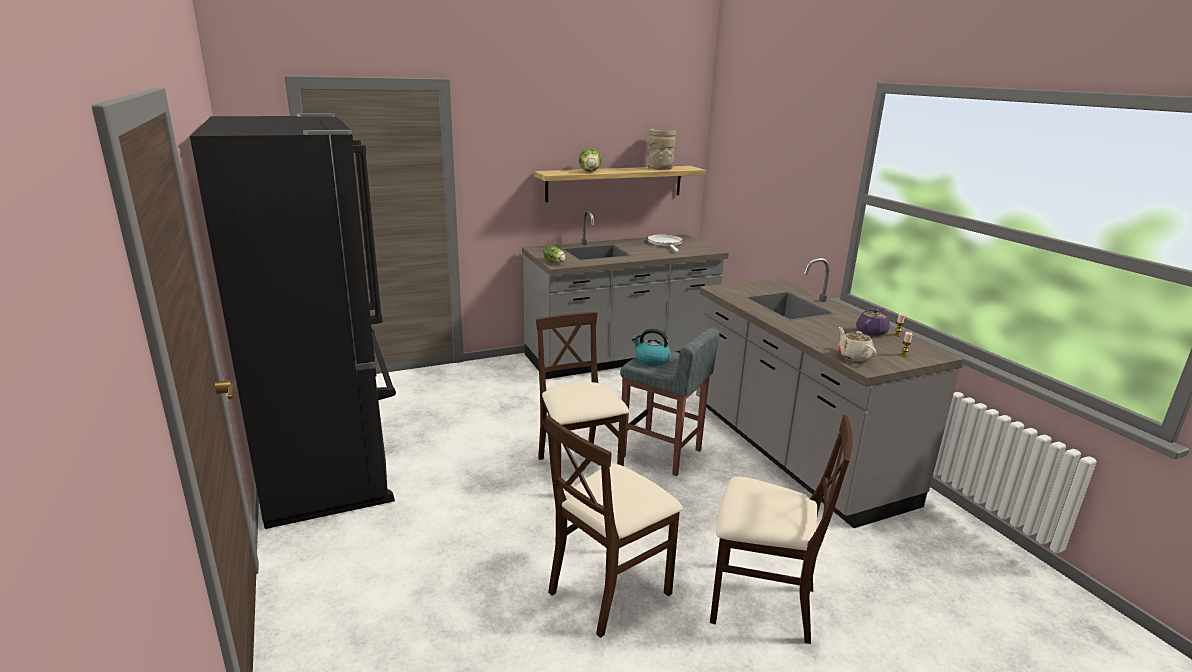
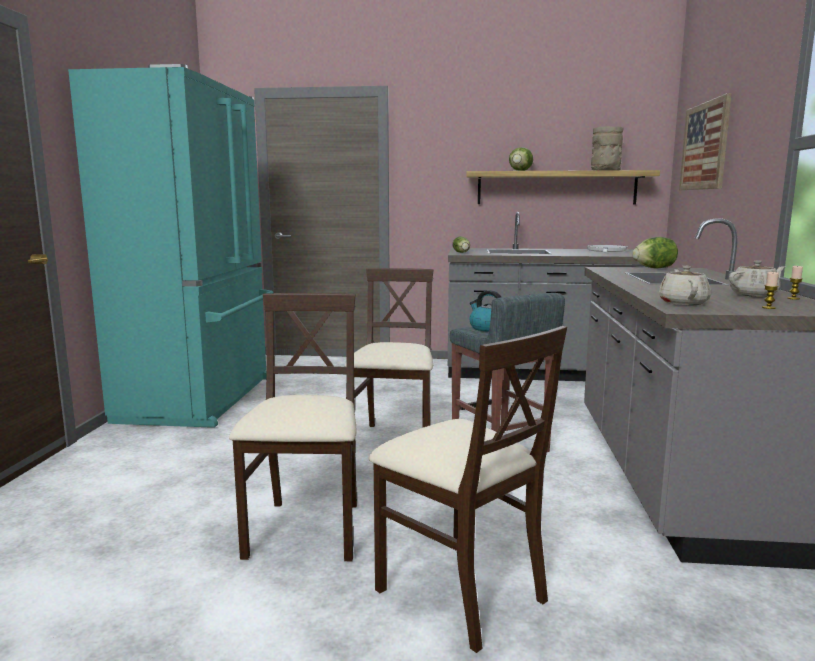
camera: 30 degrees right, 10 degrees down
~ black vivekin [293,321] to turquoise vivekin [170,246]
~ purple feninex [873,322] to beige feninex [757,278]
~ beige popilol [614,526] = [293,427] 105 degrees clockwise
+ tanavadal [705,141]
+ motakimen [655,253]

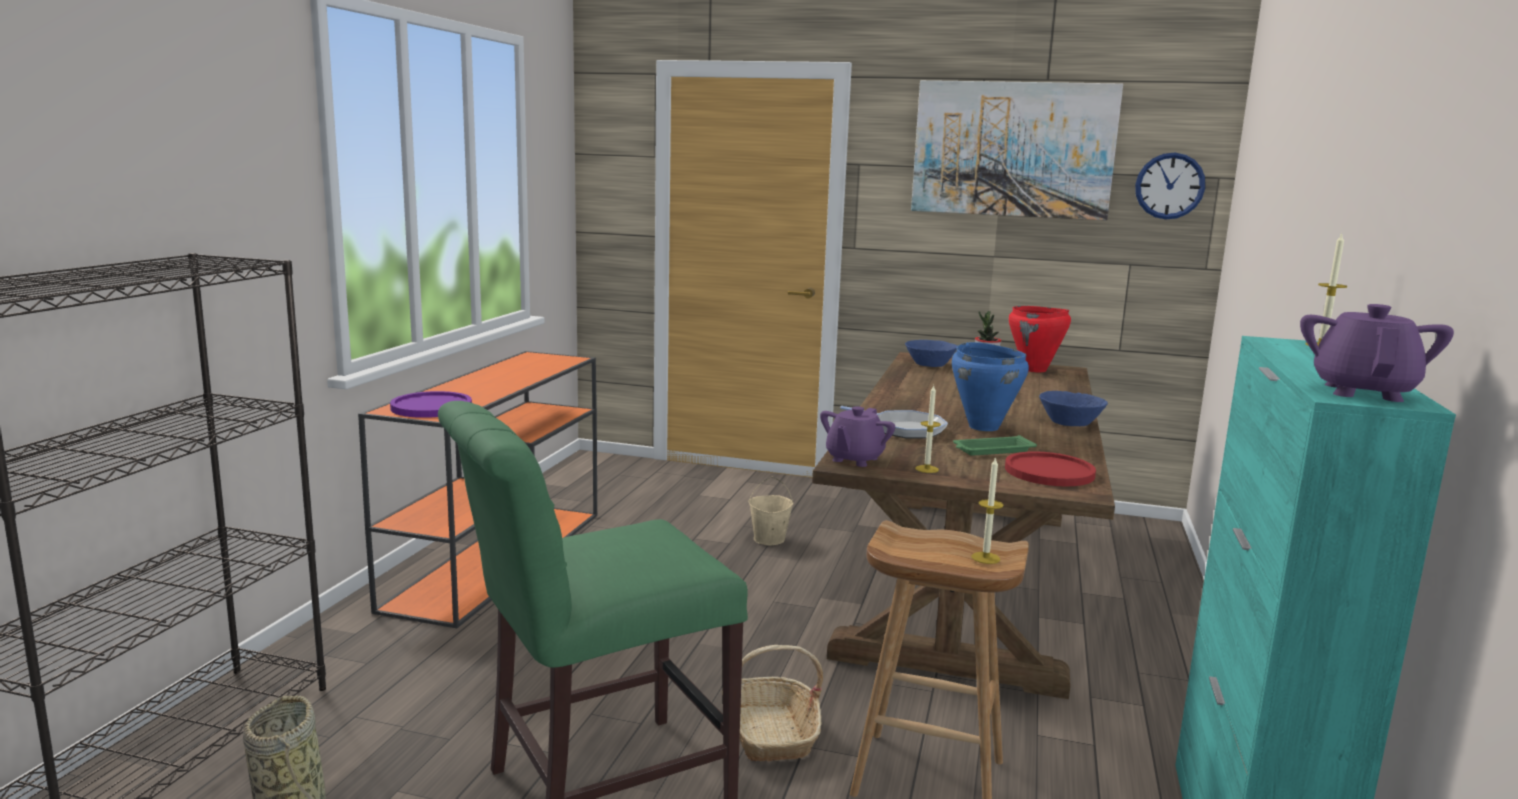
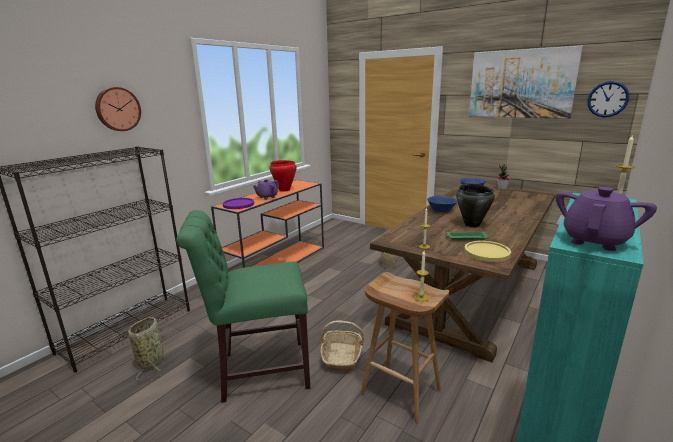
camera: 20 degrees right, 5 degrees up
~ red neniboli [1040,339] to [283,176]
~ blue neniboli [990,386] to black neniboli [475,205]
~ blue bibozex [1073,408] to [442,204]
~ purple feninex [857,436] to [266,189]
- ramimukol [894,422]
~ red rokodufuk [1050,468] to yellow rokodufuk [487,251]
+ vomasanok [118,109]

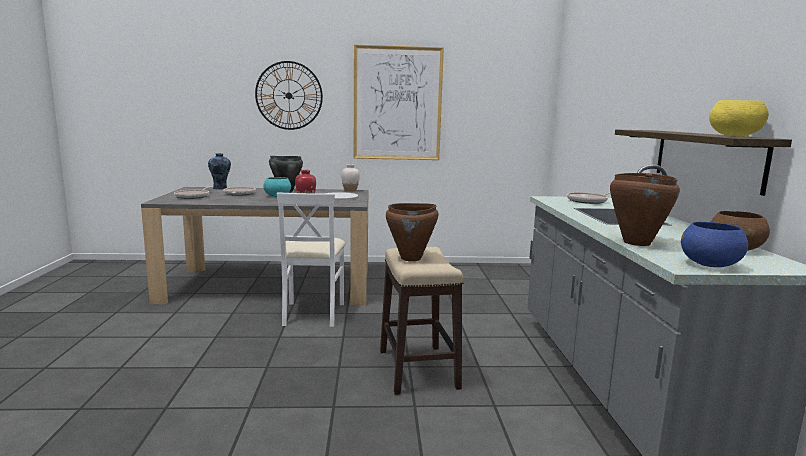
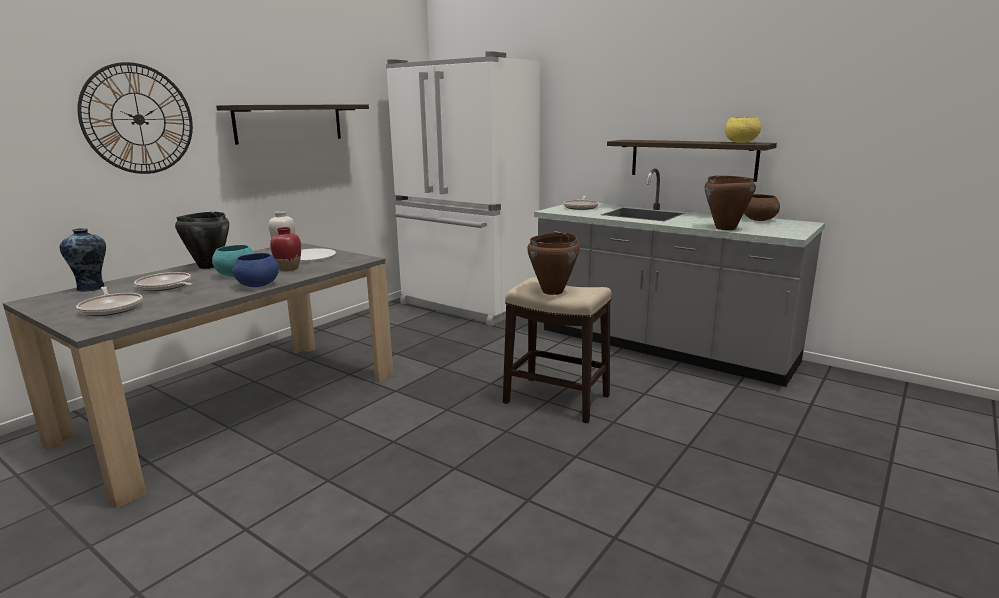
camera: 50 degrees left, 5 degrees up
~ tanavadal [399,102] to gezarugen [292,124]
- white popilol [311,259]
~ blue bibozex [714,244] to [256,270]
+ white vivekin [463,188]

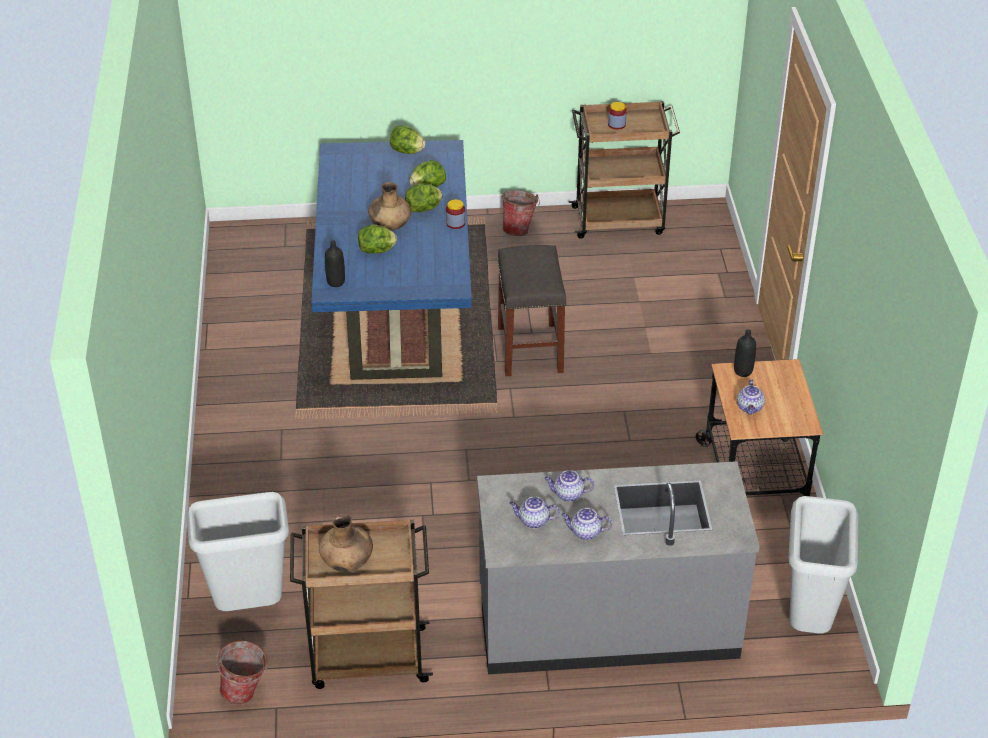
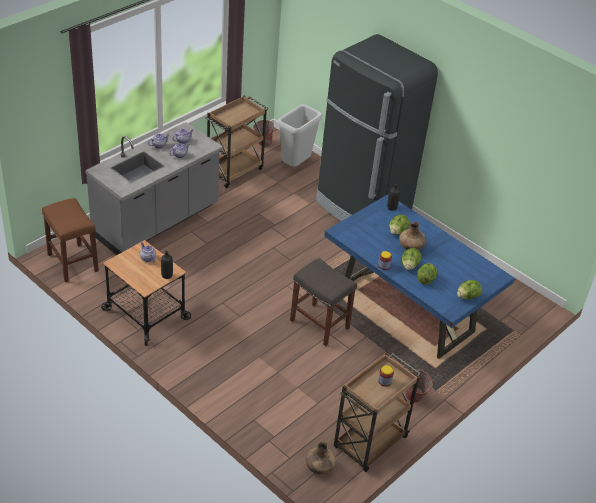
camera: 135 degrees right, 0 degrees up
~ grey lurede [823,565] to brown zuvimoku [70,240]
~ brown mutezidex [346,543] to [321,458]
+ black vivekin [377,127]

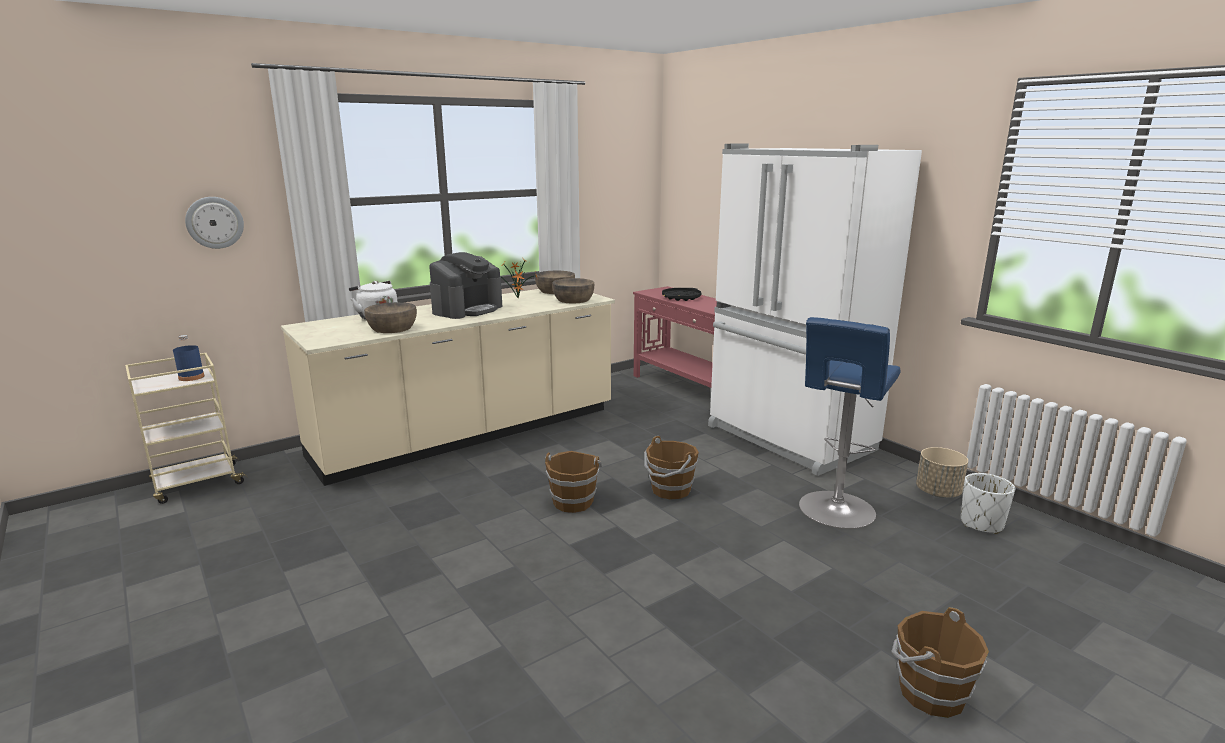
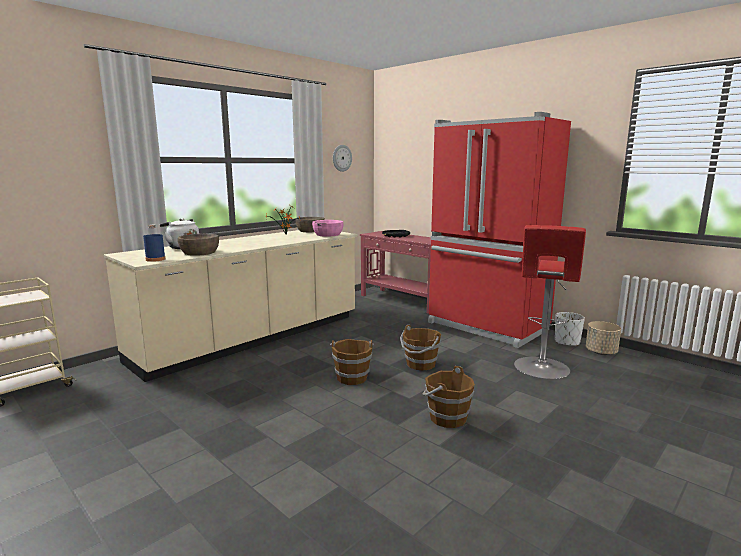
camera: 10 degrees left, 5 degrees down
~ white vivekin [815,310] to red vivekin [499,230]
~ vomasanok [214,223] to [342,158]
- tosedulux [465,285]
~ brown bibozex [573,290] to pink bibozex [327,228]
~ blue zuvimoku [849,423] to red zuvimoku [550,302]
~ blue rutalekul [189,358] to [154,243]
~ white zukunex [988,503] to [570,329]
~ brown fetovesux [940,662] to [449,397]

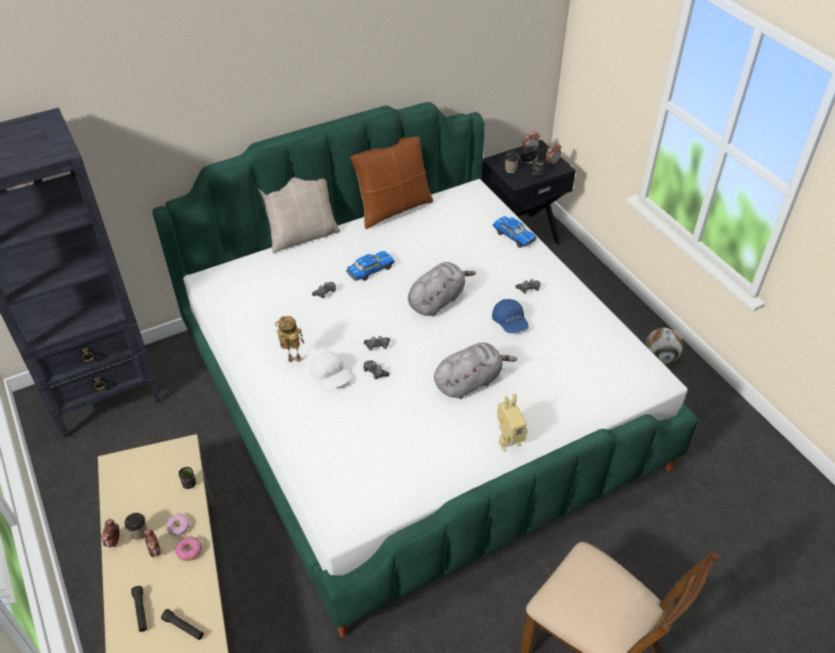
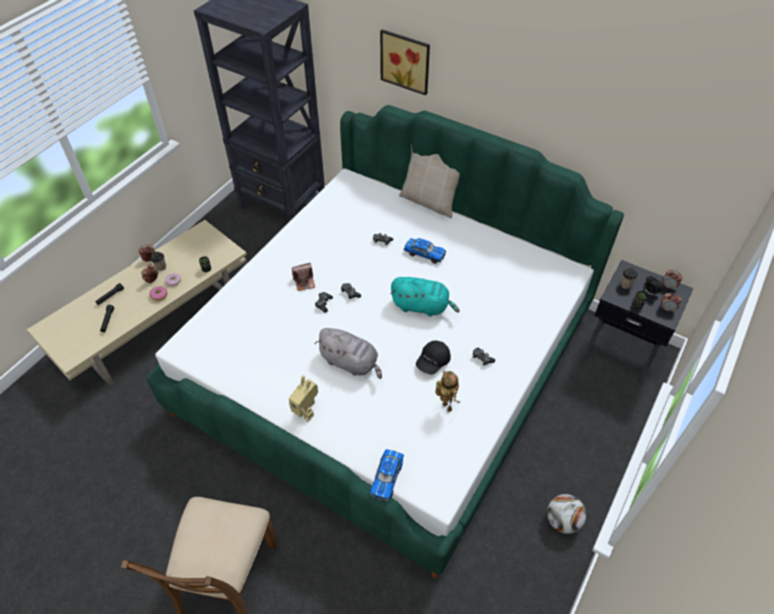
camera: 60 degrees right, 5 degrees up
- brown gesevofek [391,183]
~ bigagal [515,232] to [387,475]
~ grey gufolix [442,289] to turquoise gufolix [425,297]
~ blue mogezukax [510,316] to black mogezukax [433,357]
~ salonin [289,339] to [448,391]
~ white mogezukax [330,370] to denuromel [303,277]
+ tanavadal [405,62]

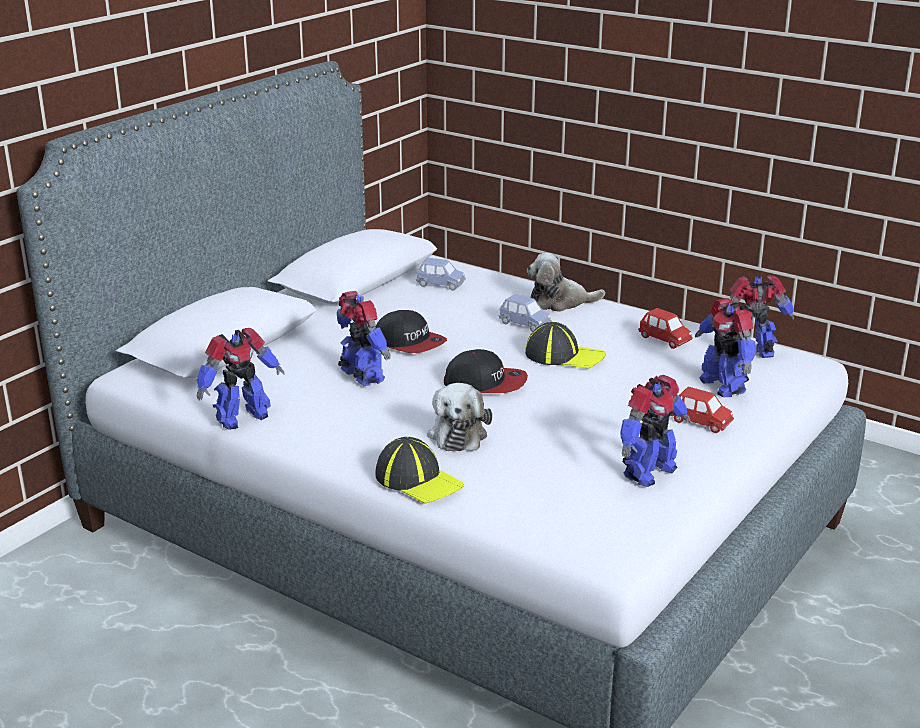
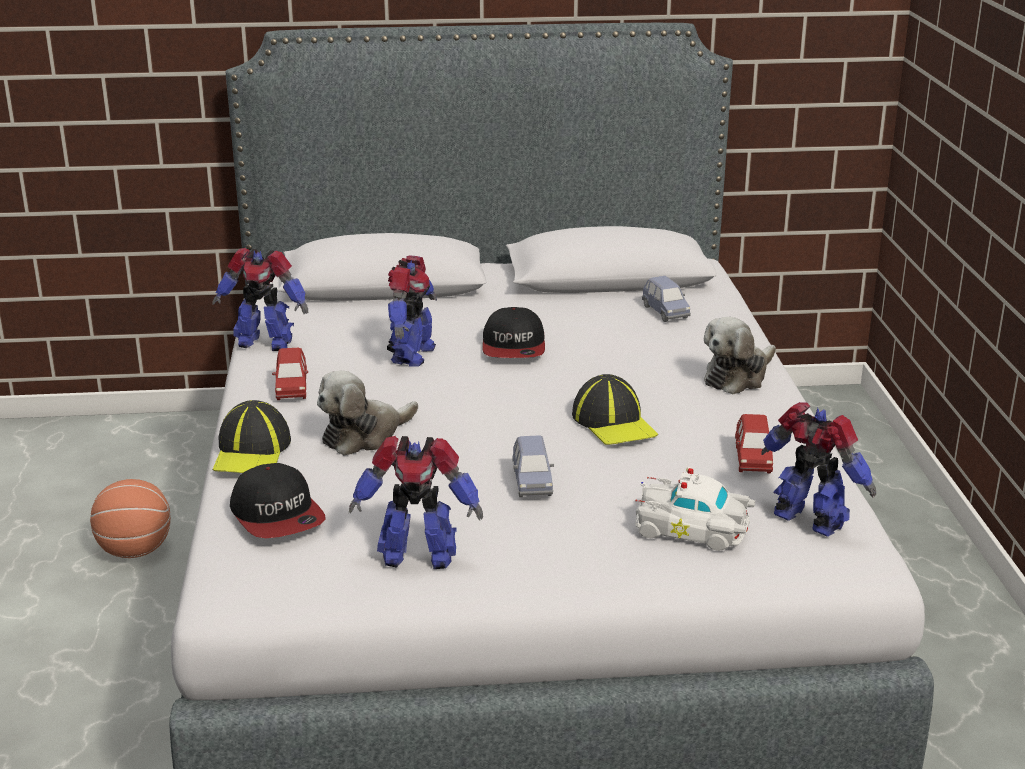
camera: 50 degrees right, 0 degrees up
~ gufolix [566,282] = [740,355] 90 degrees counterclockwise
~ blue bigagal [525,313] to [533,466]
~ salonin [725,347] to white bigagal [695,509]
~ mogezukax [486,371] to [278,500]
~ red bigagal [702,410] to [290,374]
+ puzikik [130,518]

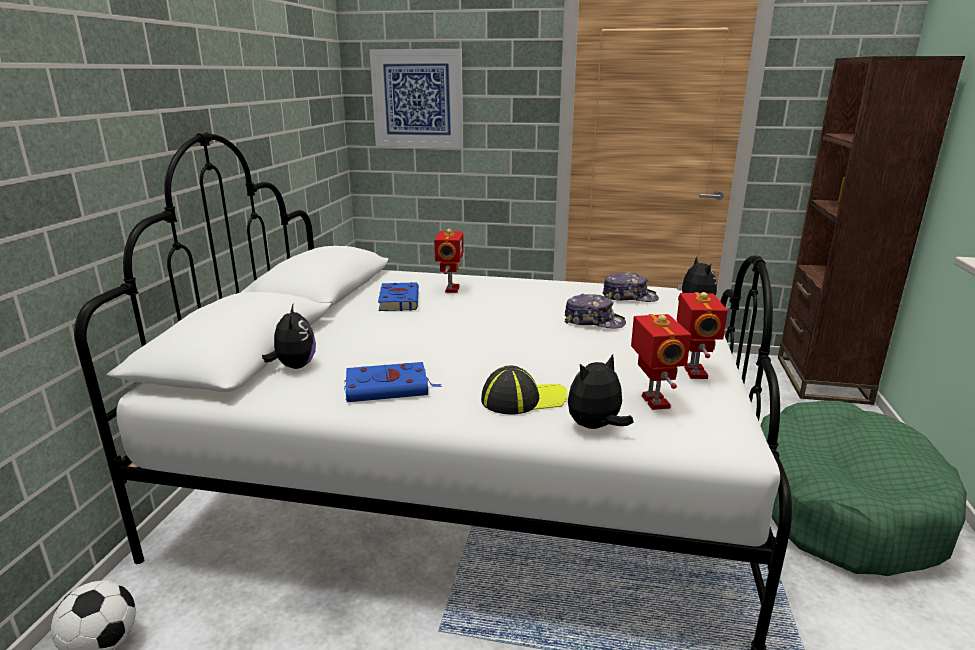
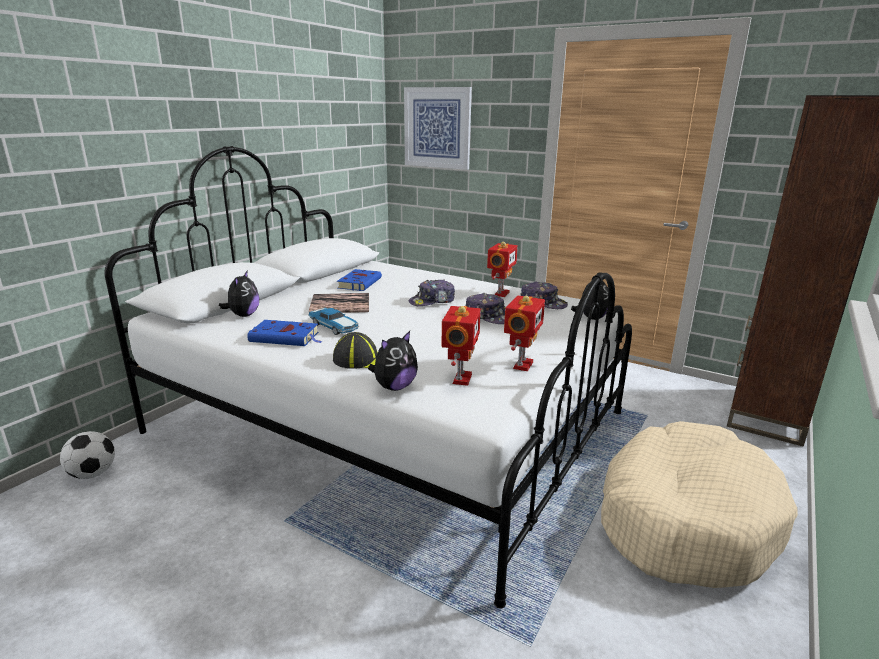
camera: 20 degrees right, 0 degrees up
~ salonin [449,261] to [502,269]
~ gufolix [600,391] = [393,361] 150 degrees clockwise
~ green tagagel [863,488] to beige tagagel [699,504]
+ mogezukax [432,293]
+ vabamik [339,303]
+ bigagal [333,321]

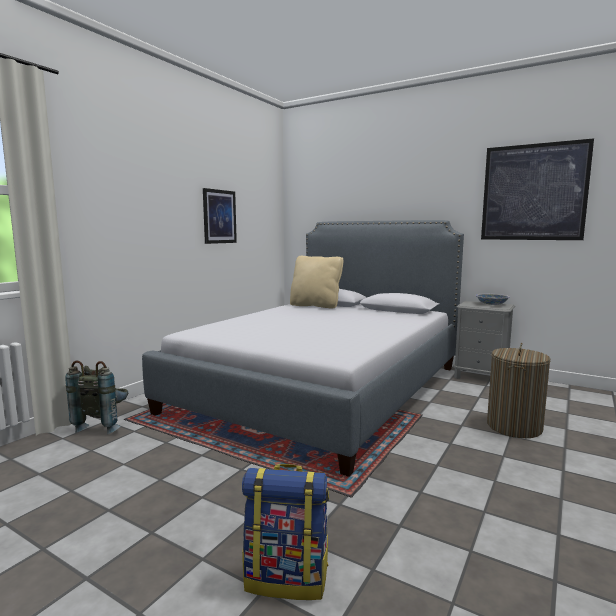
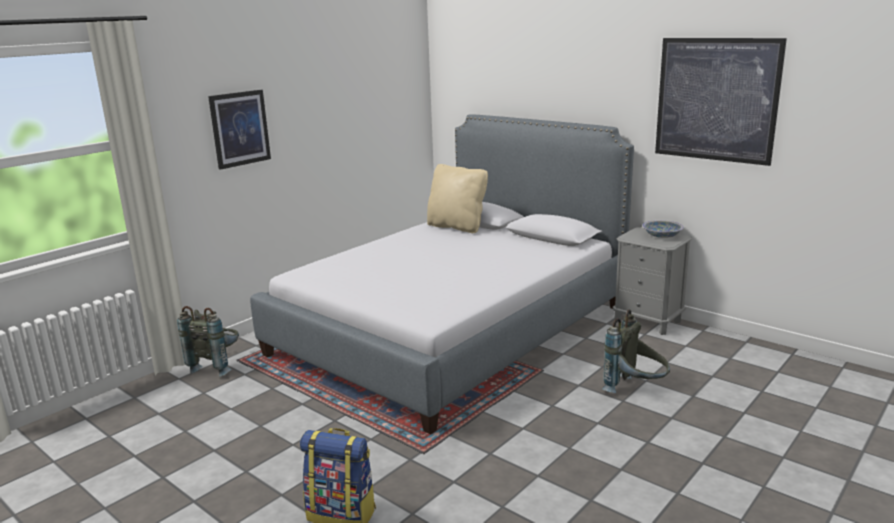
camera: 10 degrees right, 10 degrees up
~ tanavadal [220,216] to [239,130]
~ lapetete [519,390] to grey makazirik [636,351]

